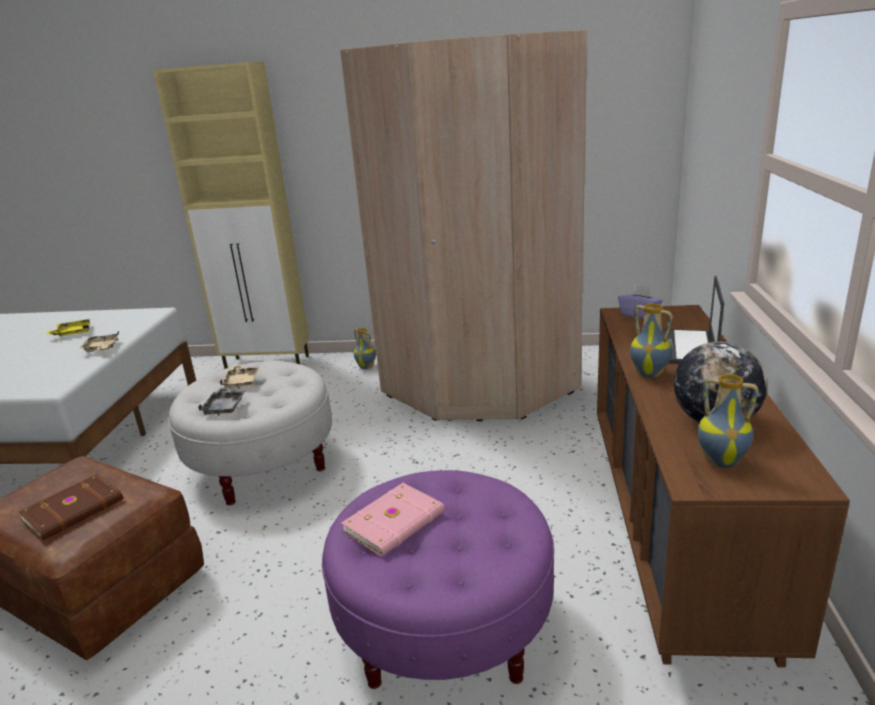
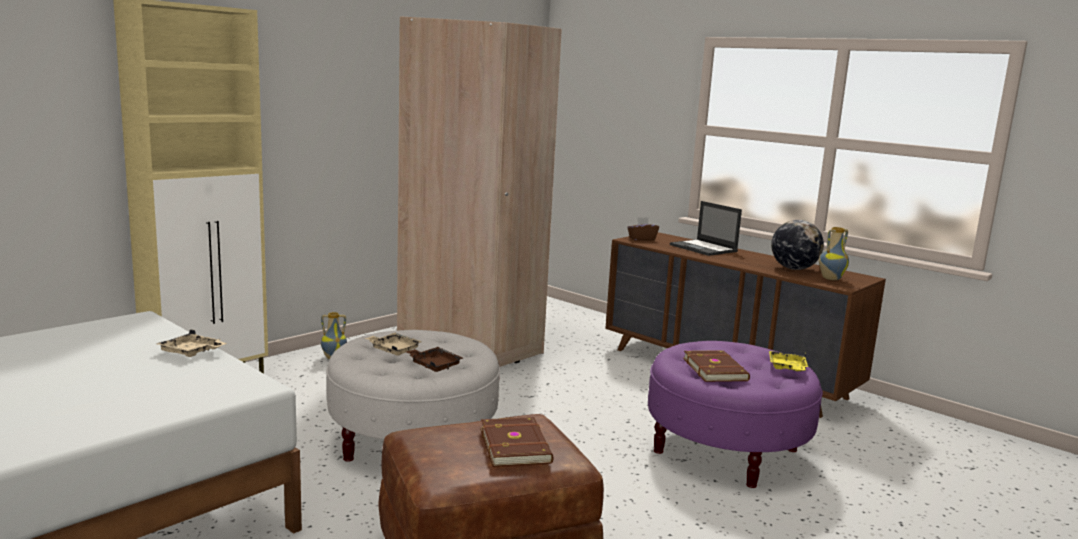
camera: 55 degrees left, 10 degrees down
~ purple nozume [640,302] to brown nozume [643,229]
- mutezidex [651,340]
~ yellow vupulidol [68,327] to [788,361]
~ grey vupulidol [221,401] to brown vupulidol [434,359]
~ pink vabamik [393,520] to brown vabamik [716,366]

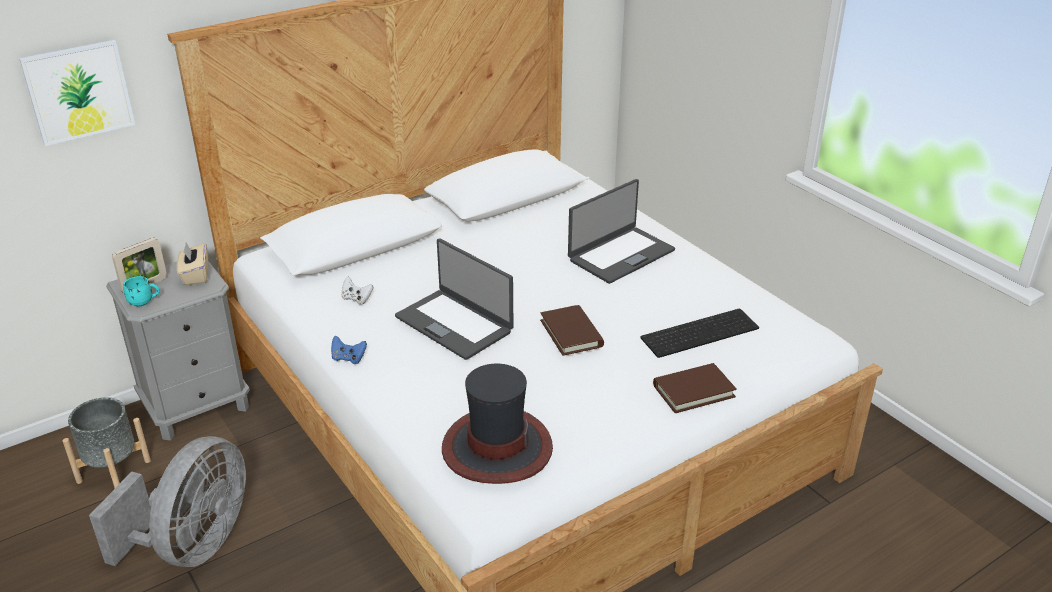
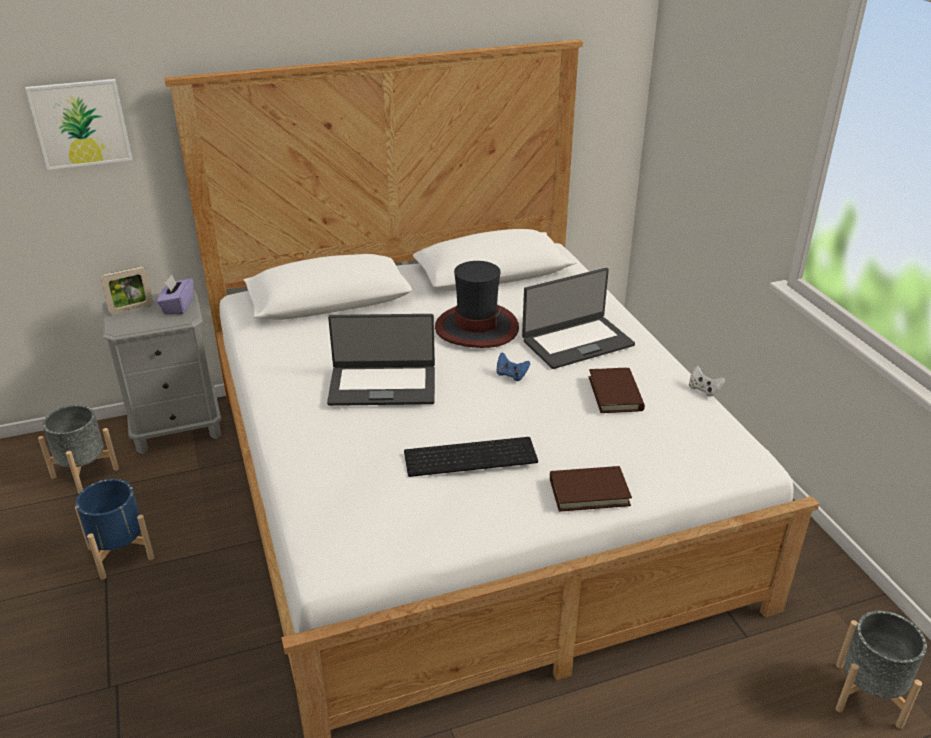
camera: 15 degrees right, 0 degrees up
~ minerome [454,299] = [381,360] 60 degrees counterclockwise
~ beige nozume [192,264] to purple nozume [175,294]
- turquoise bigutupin [141,291]
~ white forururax [357,291] to [707,381]
~ brown vabamik [572,330] to [617,390]
~ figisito [699,333] to [471,457]
~ blue forururax [349,349] to [513,366]
~ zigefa [497,423] to [477,304]
~ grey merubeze [167,501] to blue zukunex [114,529]
+ grey zukunex [881,670]

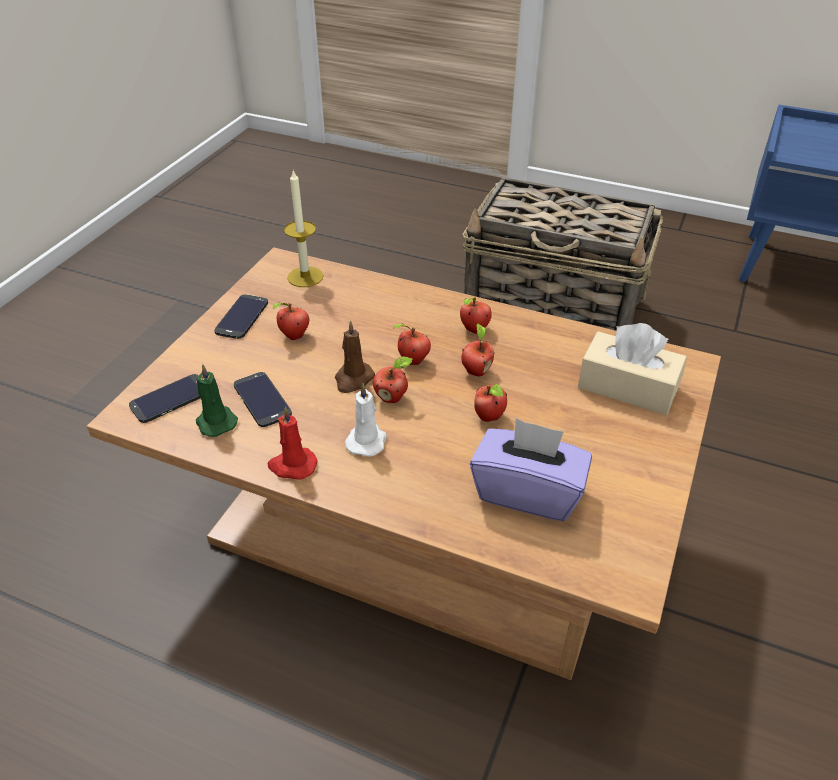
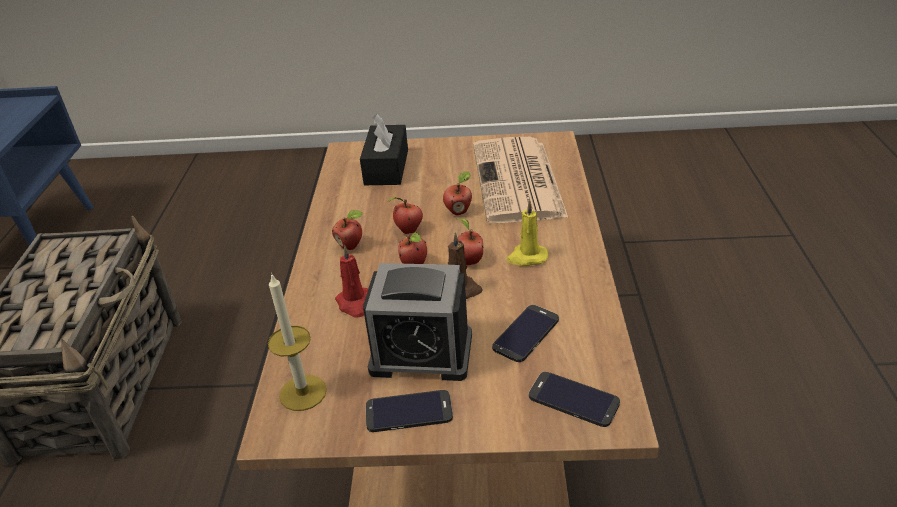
camera: 110 degrees left, 5 degrees down
~ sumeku [291,321] to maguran [417,322]
~ beige nozume [632,369] to black nozume [384,149]
- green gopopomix [217,400]
~ white gopopomix [366,420] to yellow gopopomix [527,233]
~ red gopopomix [292,443] to [351,281]
~ purple nozume [531,469] to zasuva [520,180]

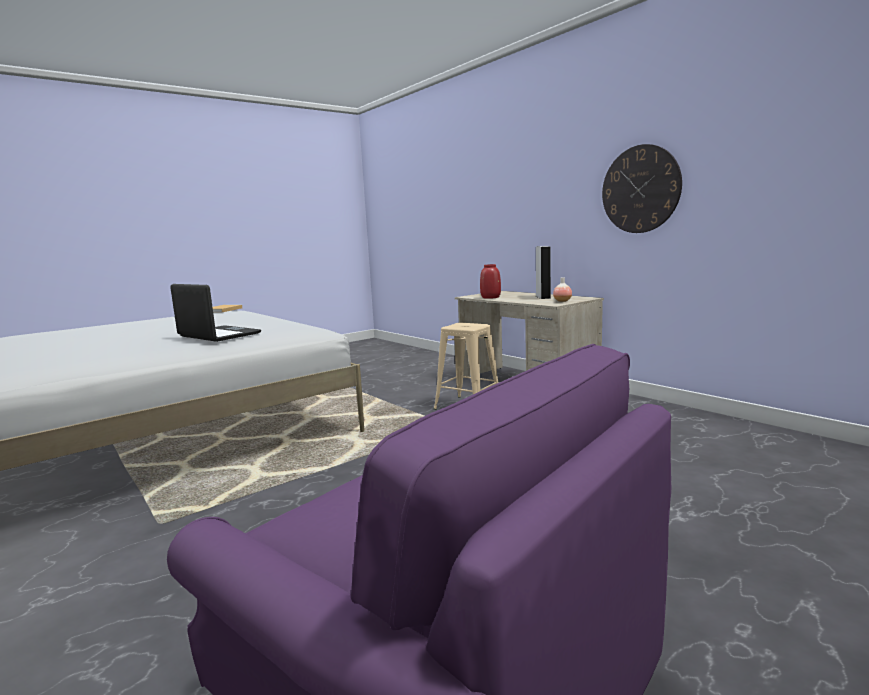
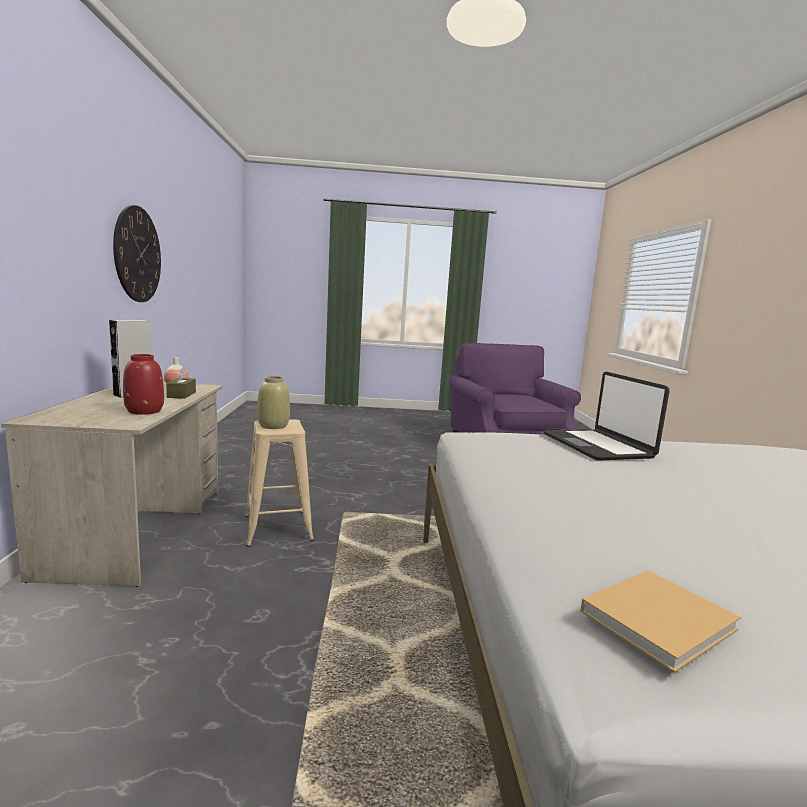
camera: 145 degrees left, 0 degrees up
+ brown nozume [181,383]
+ beige mutezidex [273,402]

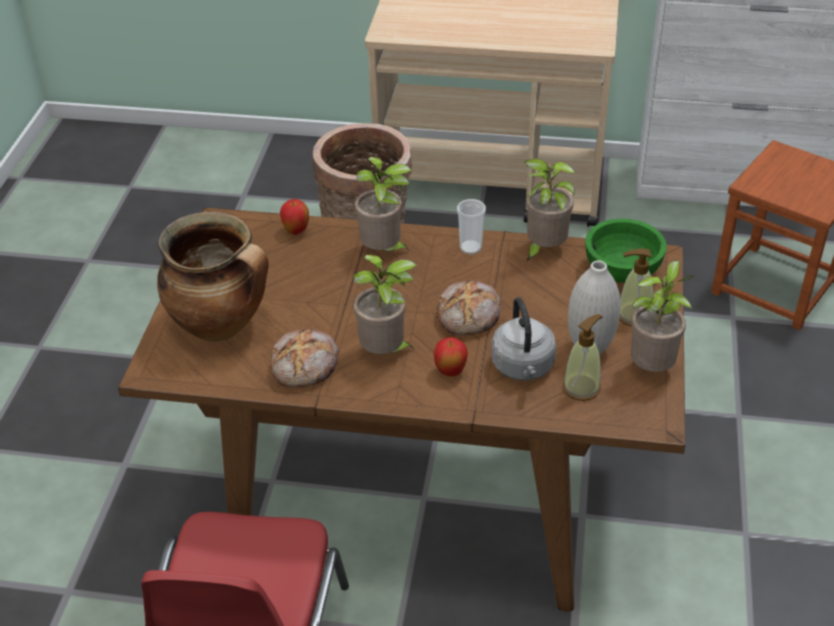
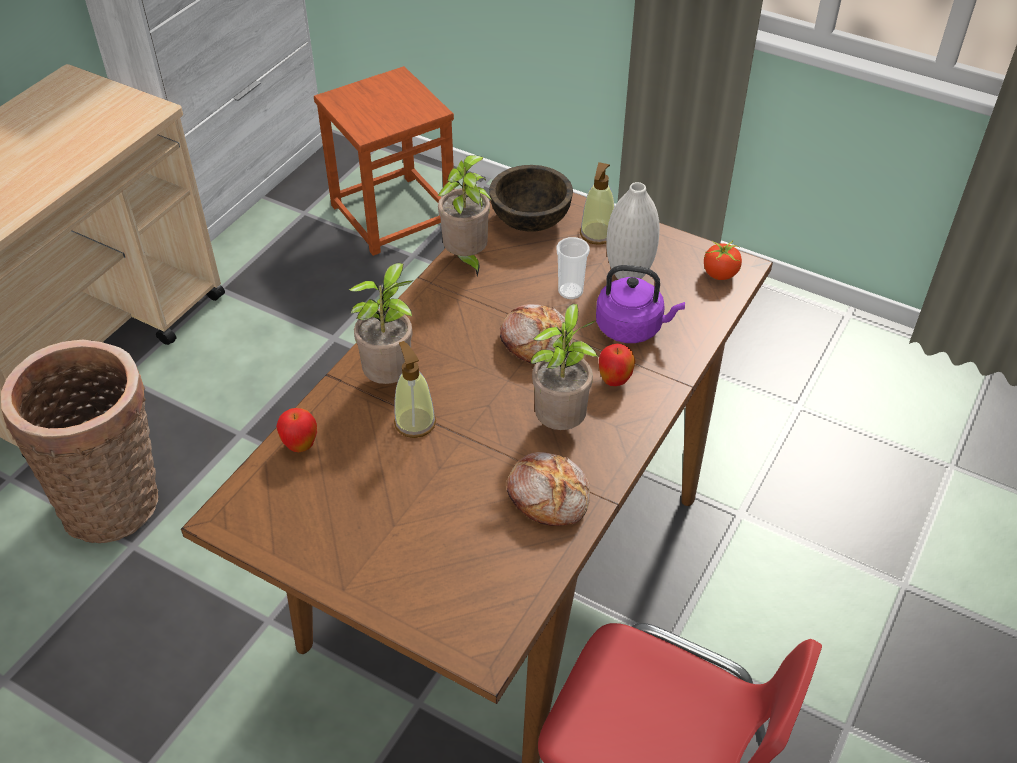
camera: 70 degrees left, 5 degrees up
~ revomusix [471,226] to [573,268]
- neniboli [213,277]
~ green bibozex [626,251] to brown bibozex [531,198]
- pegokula [662,316]
~ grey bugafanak [523,338] to purple bugafanak [640,304]
~ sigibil [583,357] to [415,389]
+ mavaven [723,260]

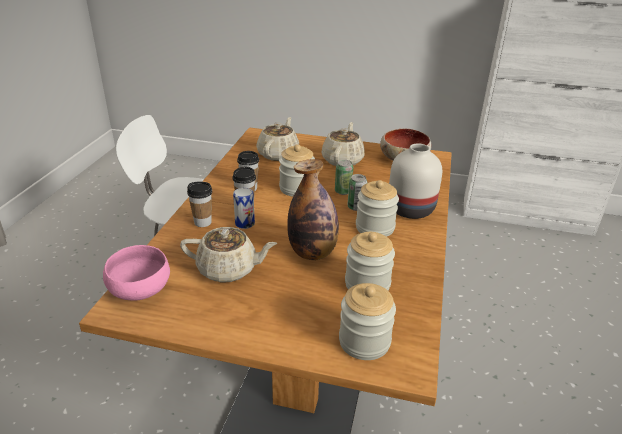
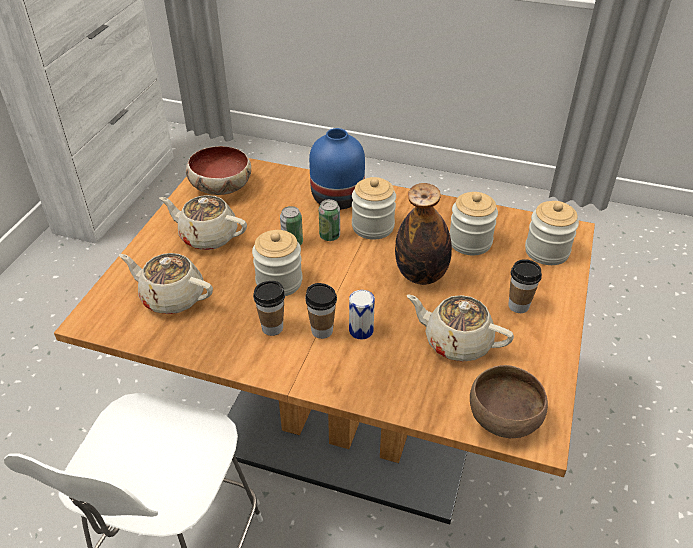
camera: 85 degrees left, 10 degrees up
~ white mutezidex [415,181] to blue mutezidex [337,169]
~ revomusix [199,204] to [525,286]
~ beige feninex [228,255] = [460,328] 75 degrees counterclockwise
~ pink bibozex [136,273] to brown bibozex [509,401]

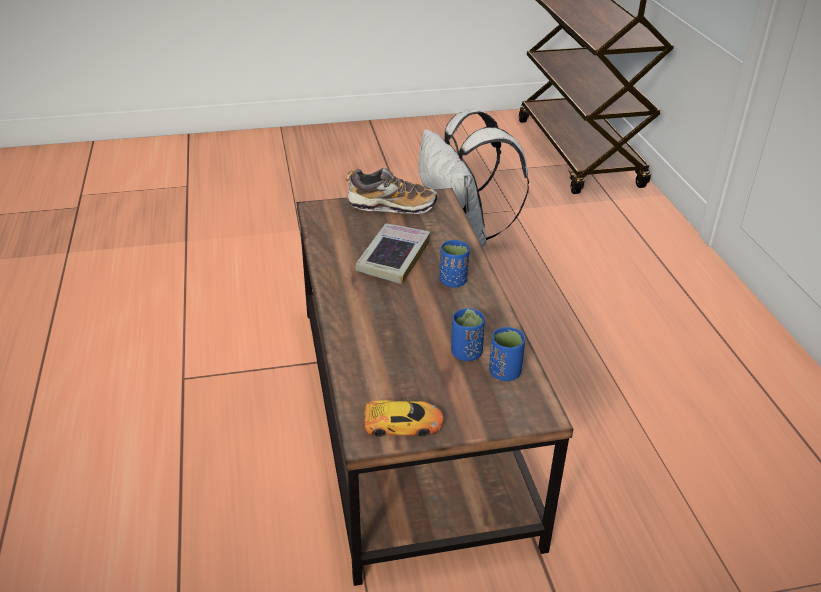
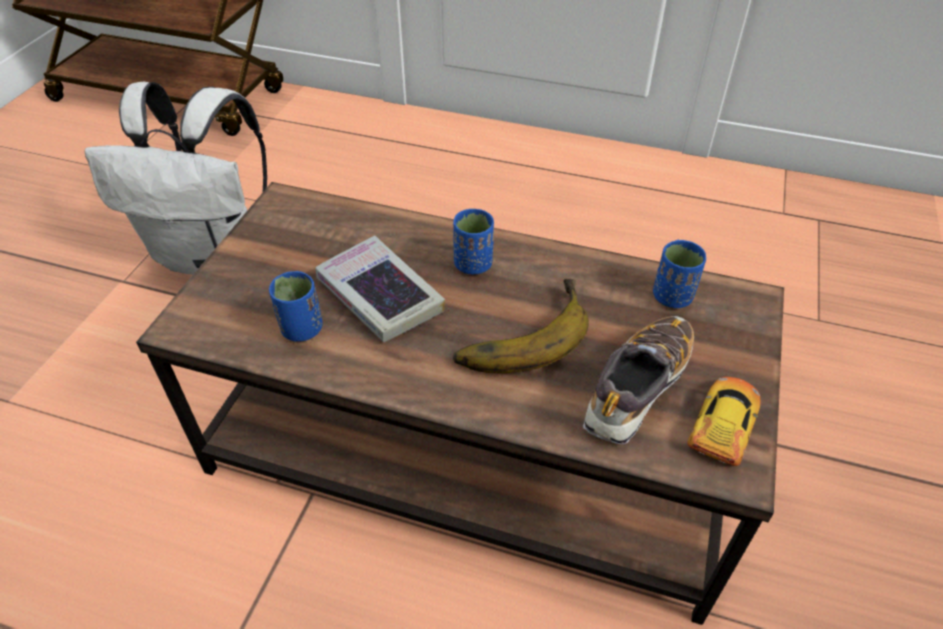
camera: 60 degrees left, 10 degrees up
~ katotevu [392,191] to [638,380]
~ blue revomusix [468,334] to [296,306]
+ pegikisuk [521,326]

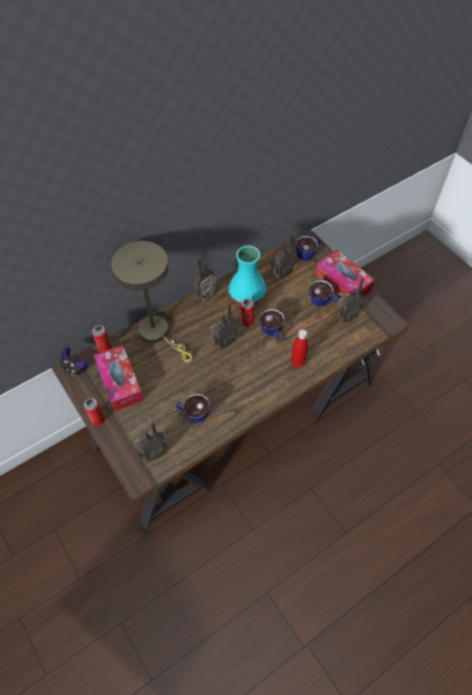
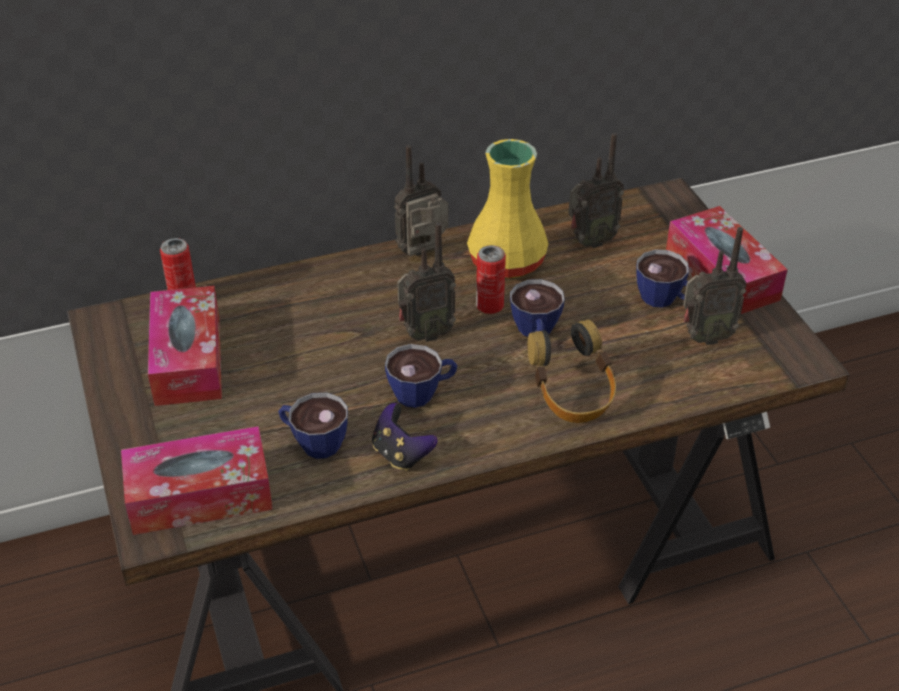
camera: 15 degrees right, 15 degrees down
~ revomusix [308,248] to [421,376]
- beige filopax [151,301]
~ turquoise mutezidex [247,275] to yellow mutezidex [508,209]
~ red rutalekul [299,348] to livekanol [571,371]
~ forururax [74,361] to [404,437]
- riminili [94,412]
~ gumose [151,442] to nozume [197,480]

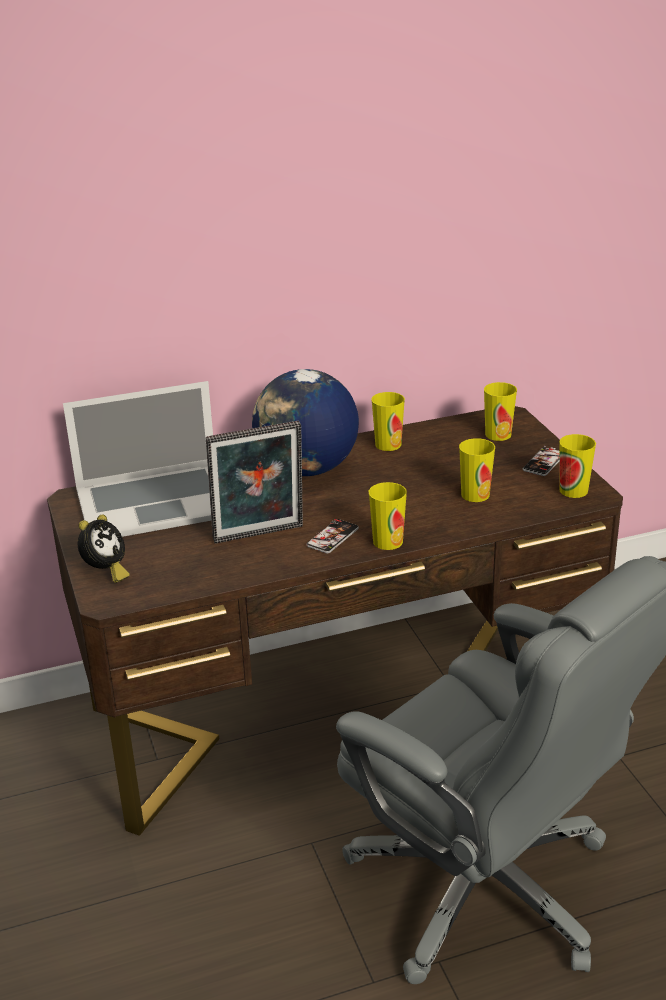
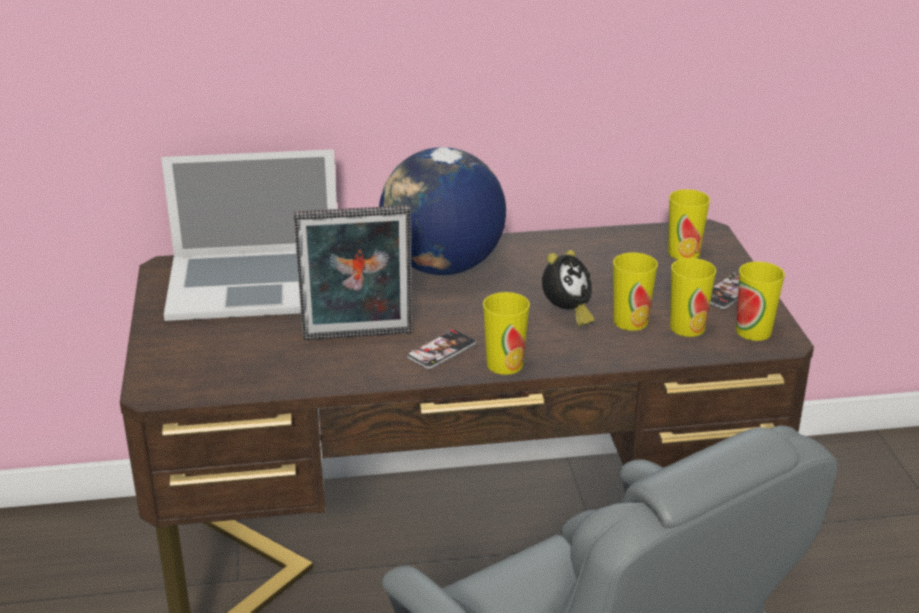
camera: 10 degrees right, 0 degrees up
~ revomusix [388,421] to [693,297]
~ maguran [104,548] to [568,288]

